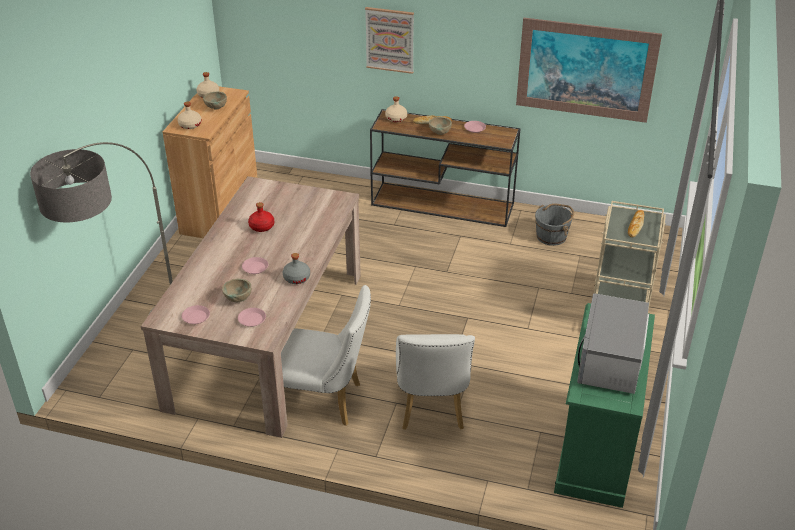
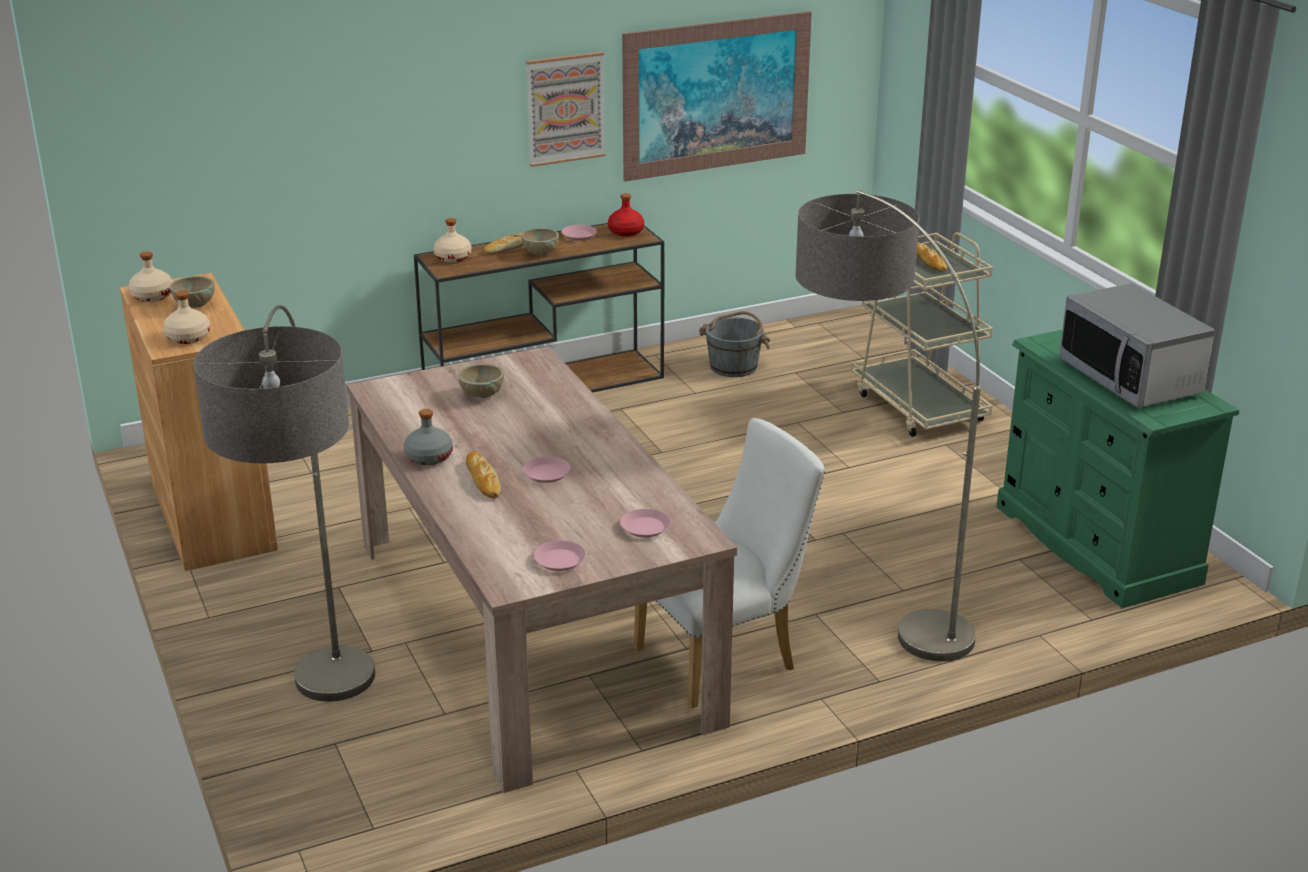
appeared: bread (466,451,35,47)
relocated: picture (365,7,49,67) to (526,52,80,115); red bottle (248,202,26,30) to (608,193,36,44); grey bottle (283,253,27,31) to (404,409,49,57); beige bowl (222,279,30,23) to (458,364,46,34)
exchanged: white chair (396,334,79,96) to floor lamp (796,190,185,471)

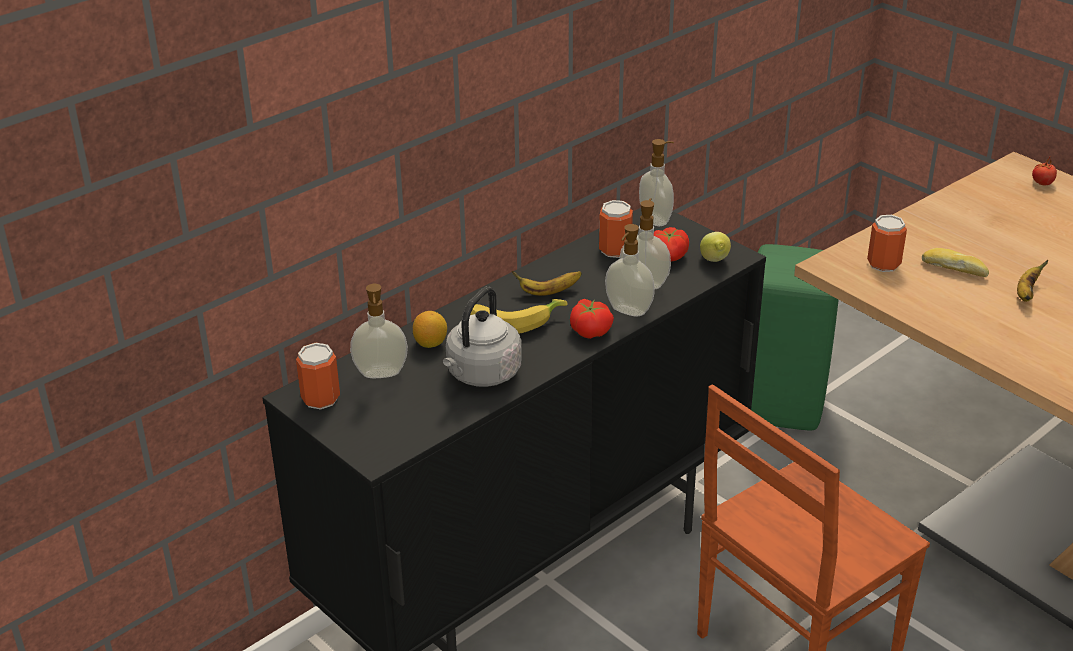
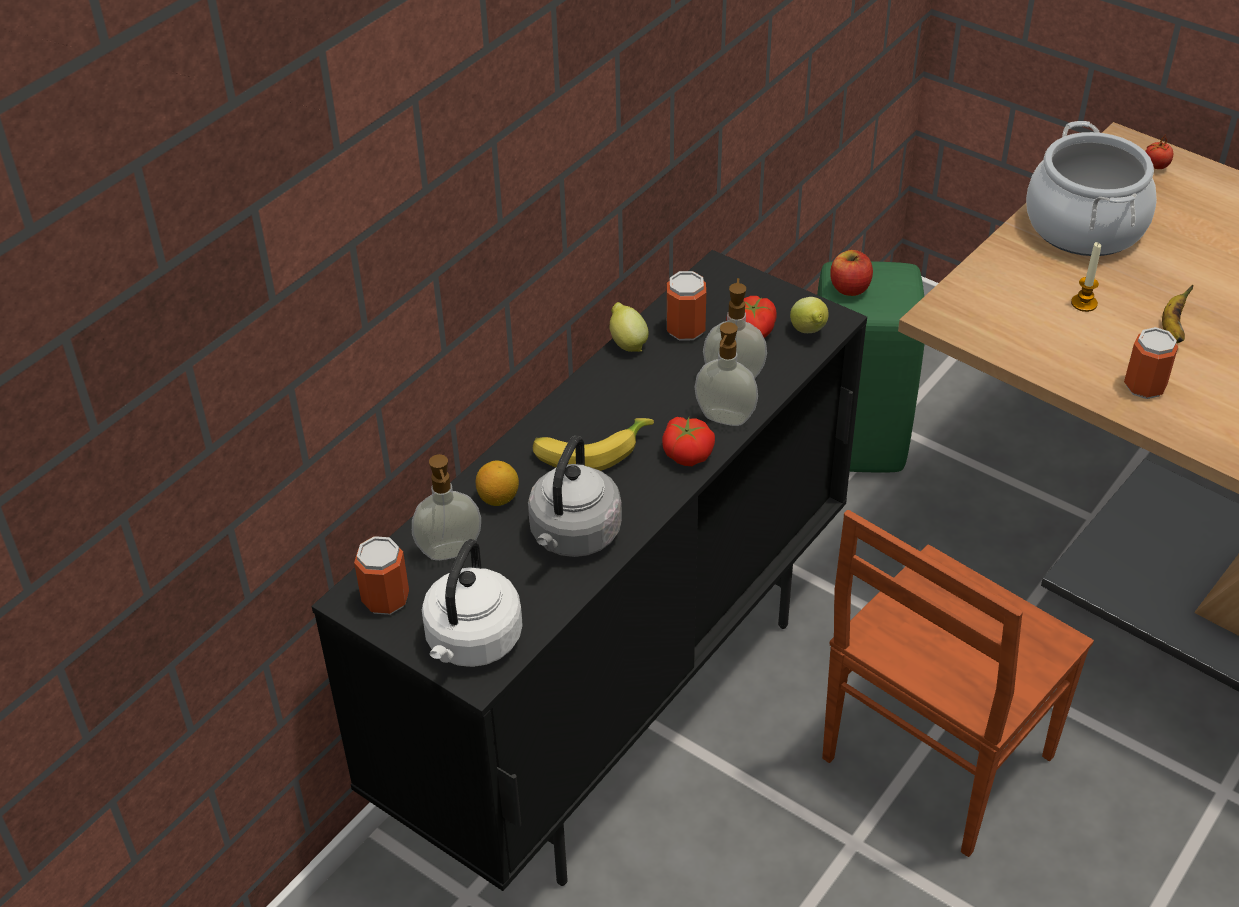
missing: soap dispenser (639,139,35,87); banana (512,271,70,25)
appeared: cooking pot (1026,121,131,135); apple (830,250,43,46); lemon (610,302,39,50); white kettle (422,539,101,128)
relocated: can (867,215,40,57) to (1124,327,54,72)
exchanged: bread (922,248,67,29) to candle (1071,242,30,70)

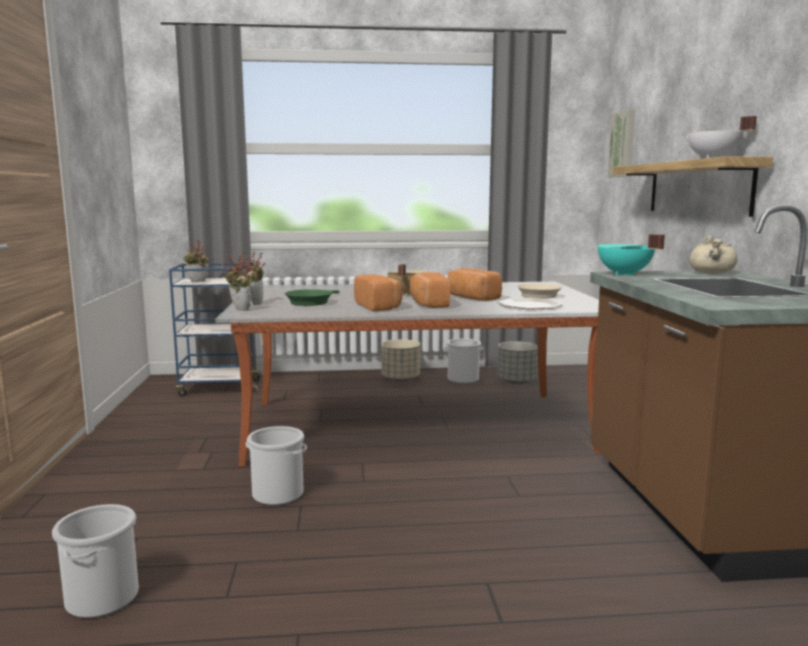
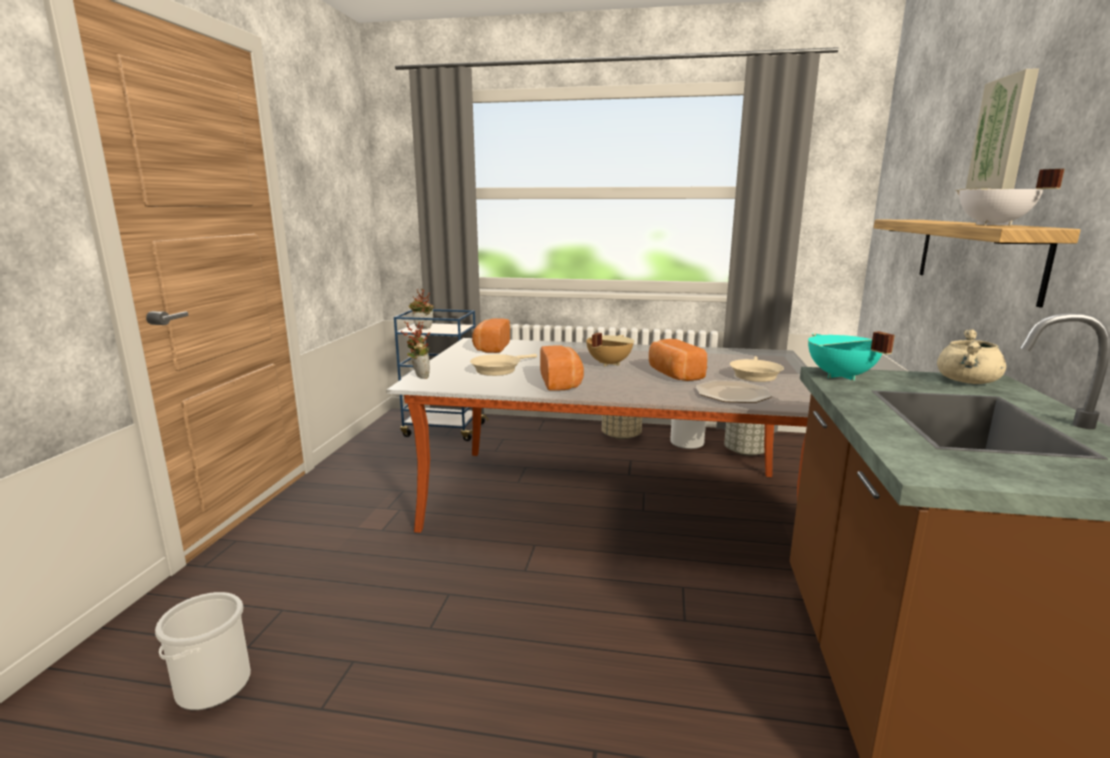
missing: potted plant (241,250,25,55); bucket (246,426,61,79)
relocated: picture (607,109,28,68) to (966,68,73,121); bread (410,272,40,36) to (472,318,38,35)
colour: green frying pan (285,289,55,17) to beige frying pan (470,354,67,22)

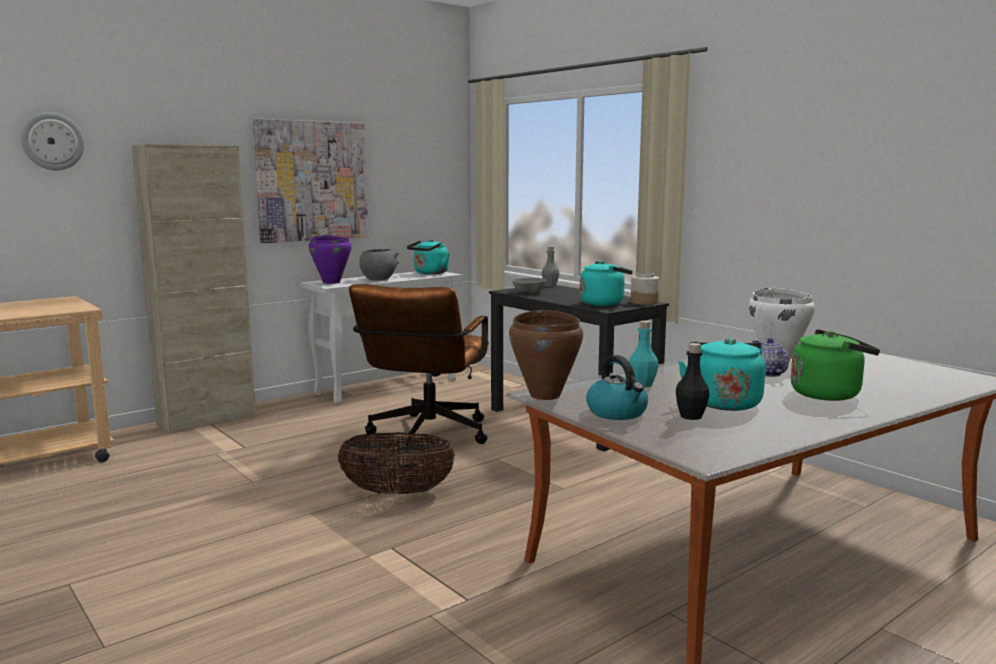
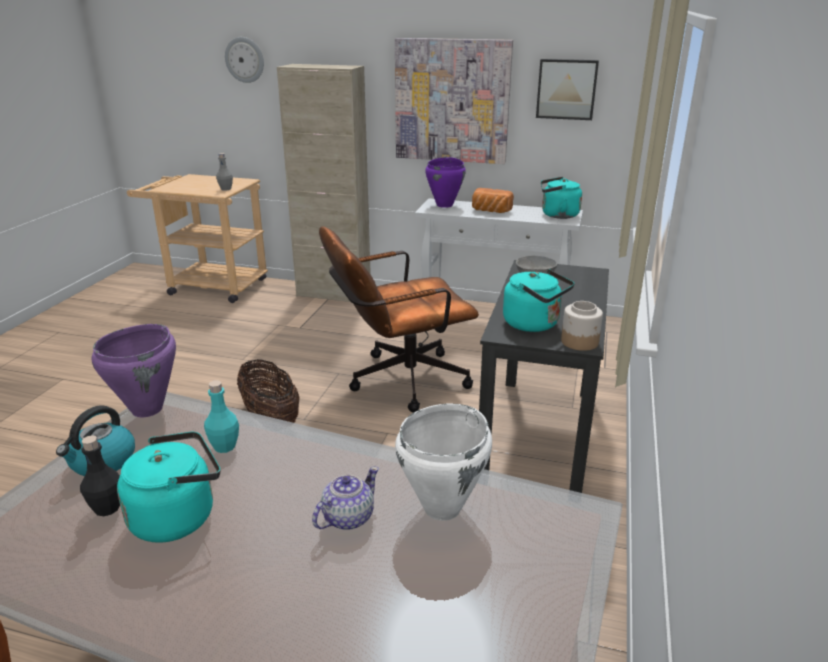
missing: green kettle (791,329,89,72)
appeared: picture (536,59,63,61)
relocated: grey bottle (542,247,17,40) to (216,153,17,38)
exchanged: grey bowl (360,249,39,31) to bread (472,188,42,25)
colour: brown cooking pot (509,310,74,90) to purple cooking pot (92,324,84,93)

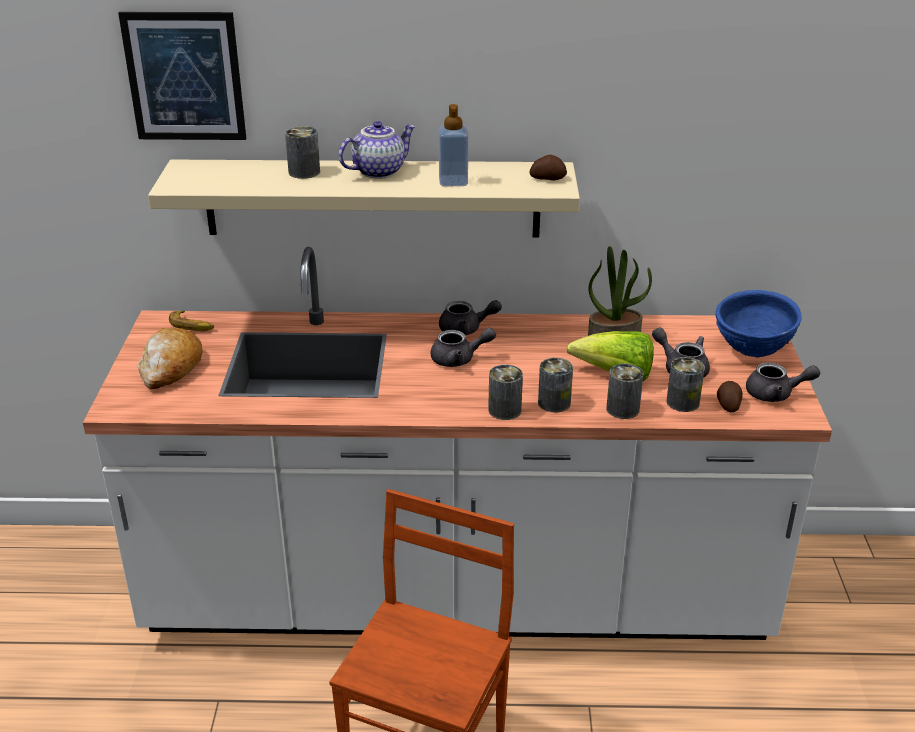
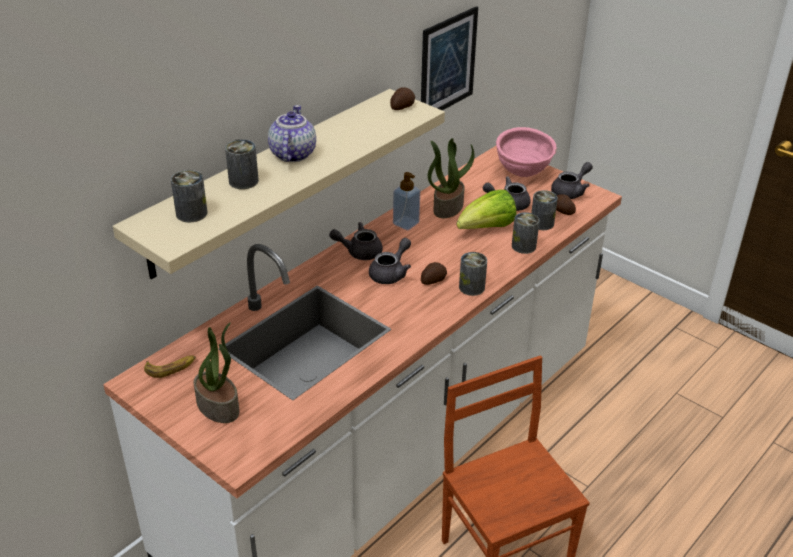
appeared: potato (421,262,26,23)
relocated: picture (118,12,128,128) to (421,6,57,104); soap dispenser (439,104,29,83) to (393,172,27,58); can (538,357,35,55) to (171,170,37,52)
exchanged: bread (137,328,66,61) to potted plant (194,322,46,101)
colour: blue bowl (715,290,87,68) to pink bowl (496,127,61,50)
spun: grey teapot (439,300,63,35) = (329,222,54,38) 135 degrees counterclockwise

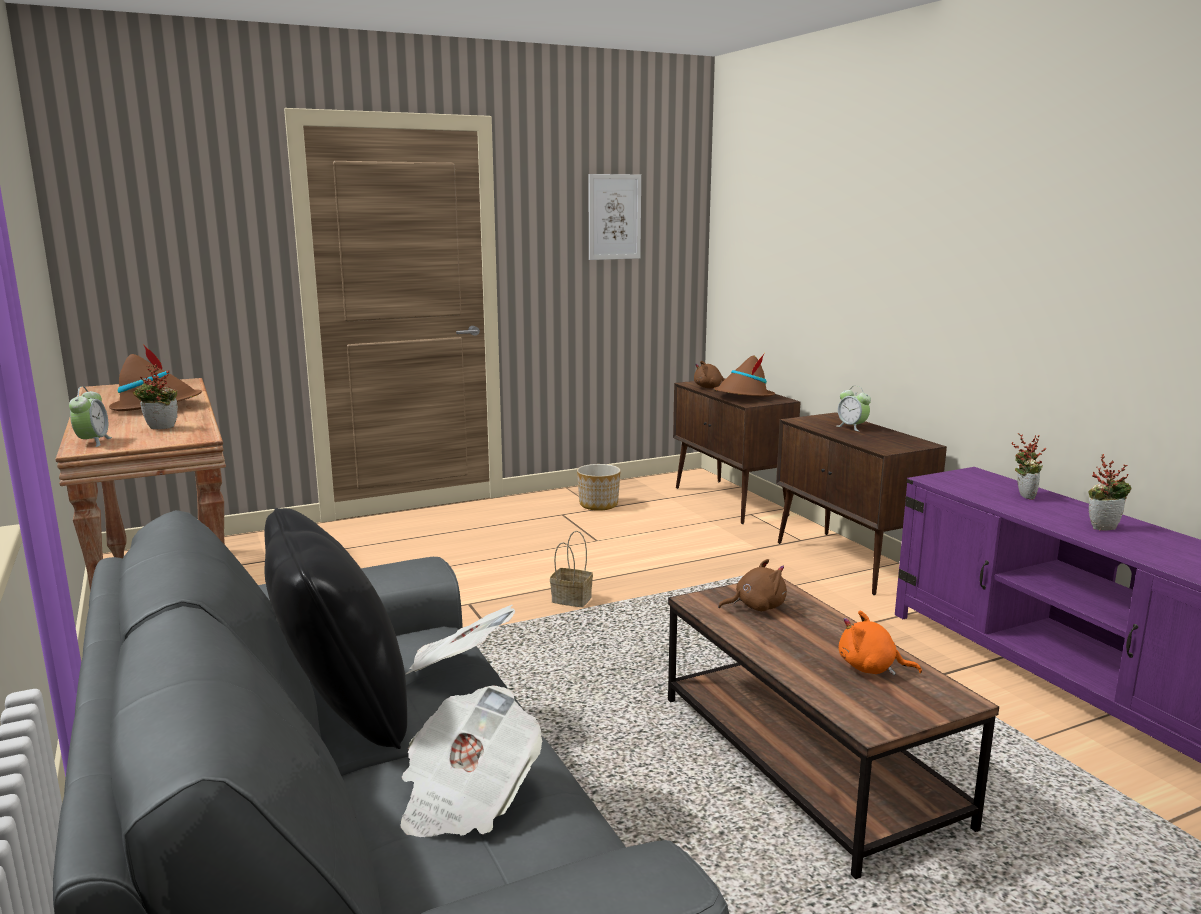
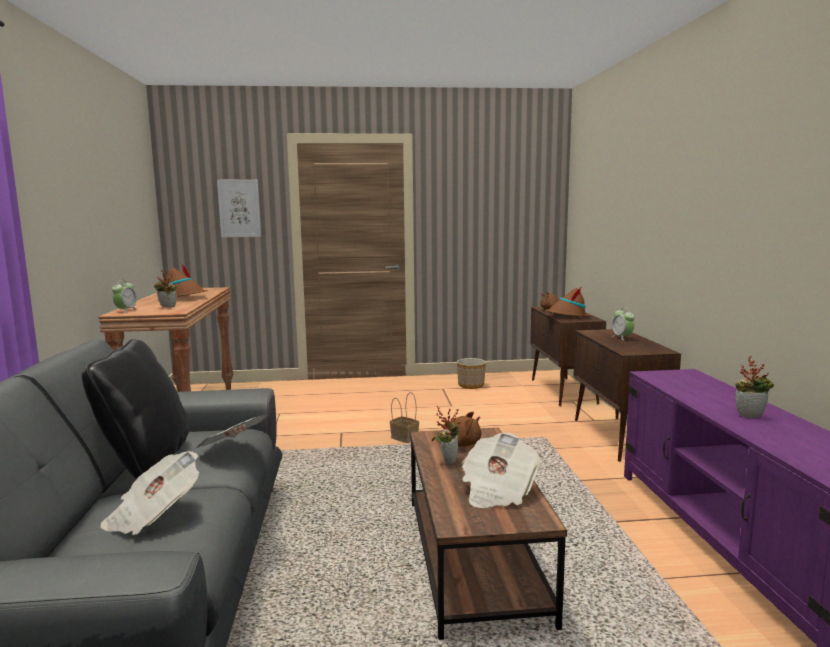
relocated: picture (589,174,52,86) to (217,179,44,58); potted plant (1011,433,35,67) to (435,406,26,59)
exchanged: orange plush toy (839,610,83,66) to newspaper (462,432,79,76)

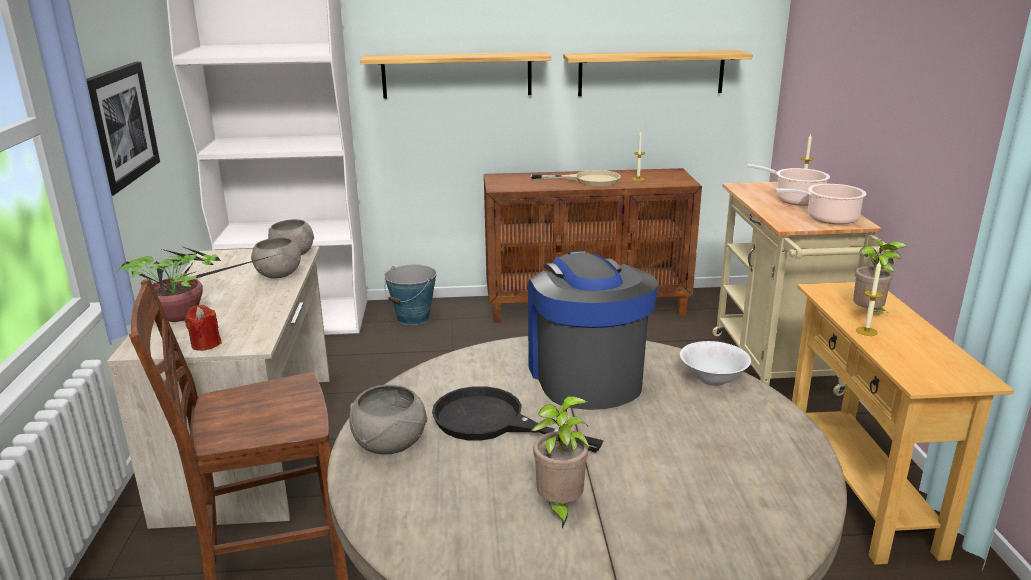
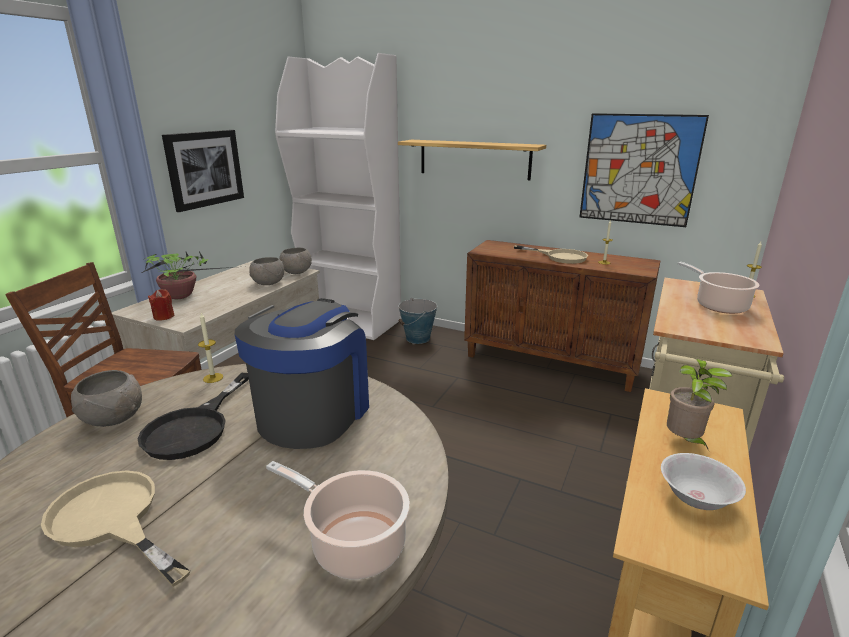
relocated: cooking pot (775,184,91,41) to (266,461,144,118); candle (856,261,27,75) to (198,313,25,70); white bowl (680,341,71,45) to (661,453,85,57)
exchanged: shelf (563,50,190,46) to picture (579,113,130,114); potted plant (532,396,58,132) to beige frying pan (41,470,149,117)
spun: black frying pan (432,386,172,67) = (138,373,111,87) 135 degrees counterclockwise

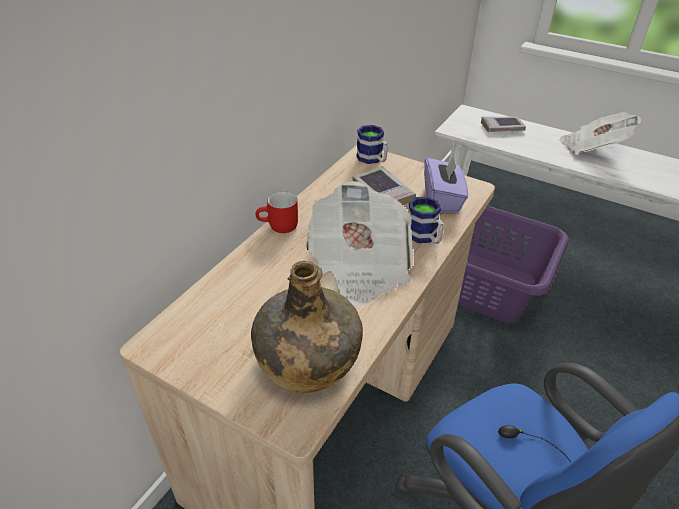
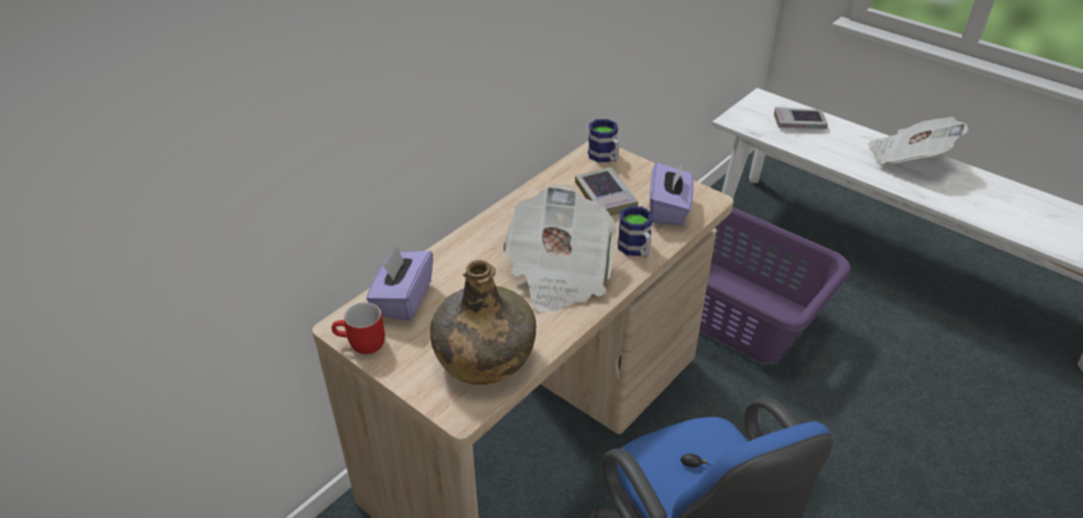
appeared: purple tissue box (366,246,67,75)
relocated: red mug (256,191,42,42) to (332,302,53,52)

